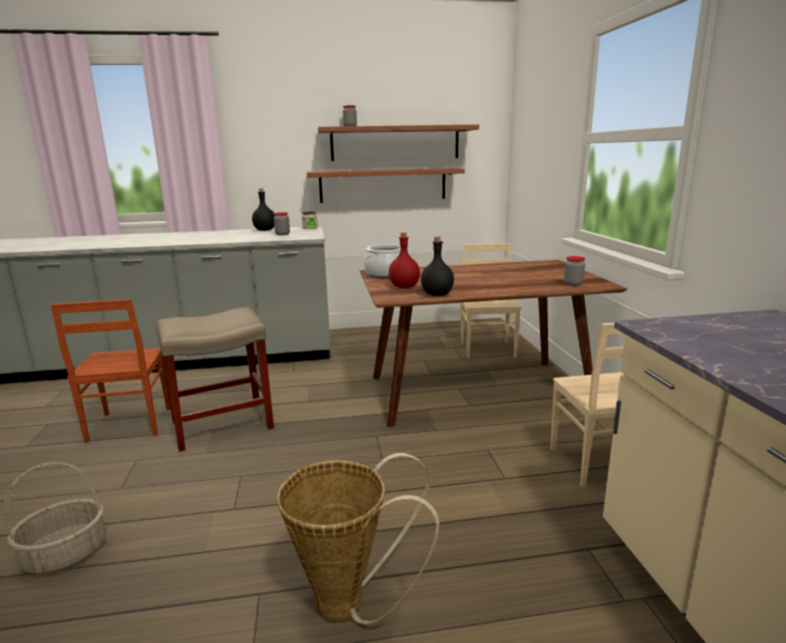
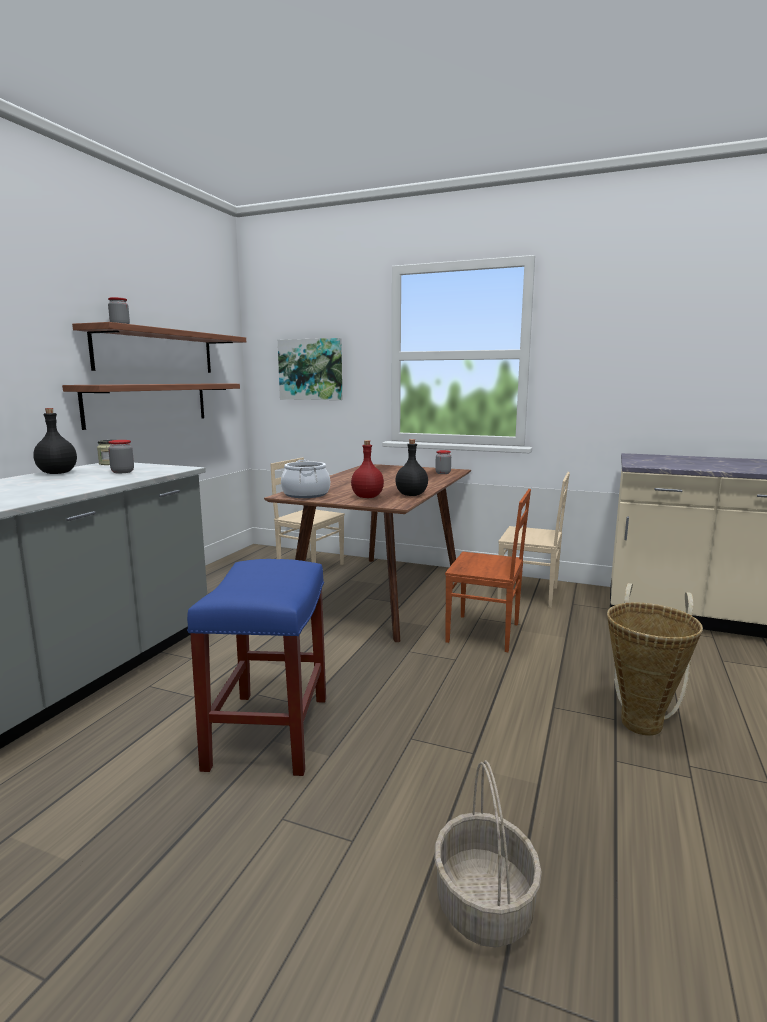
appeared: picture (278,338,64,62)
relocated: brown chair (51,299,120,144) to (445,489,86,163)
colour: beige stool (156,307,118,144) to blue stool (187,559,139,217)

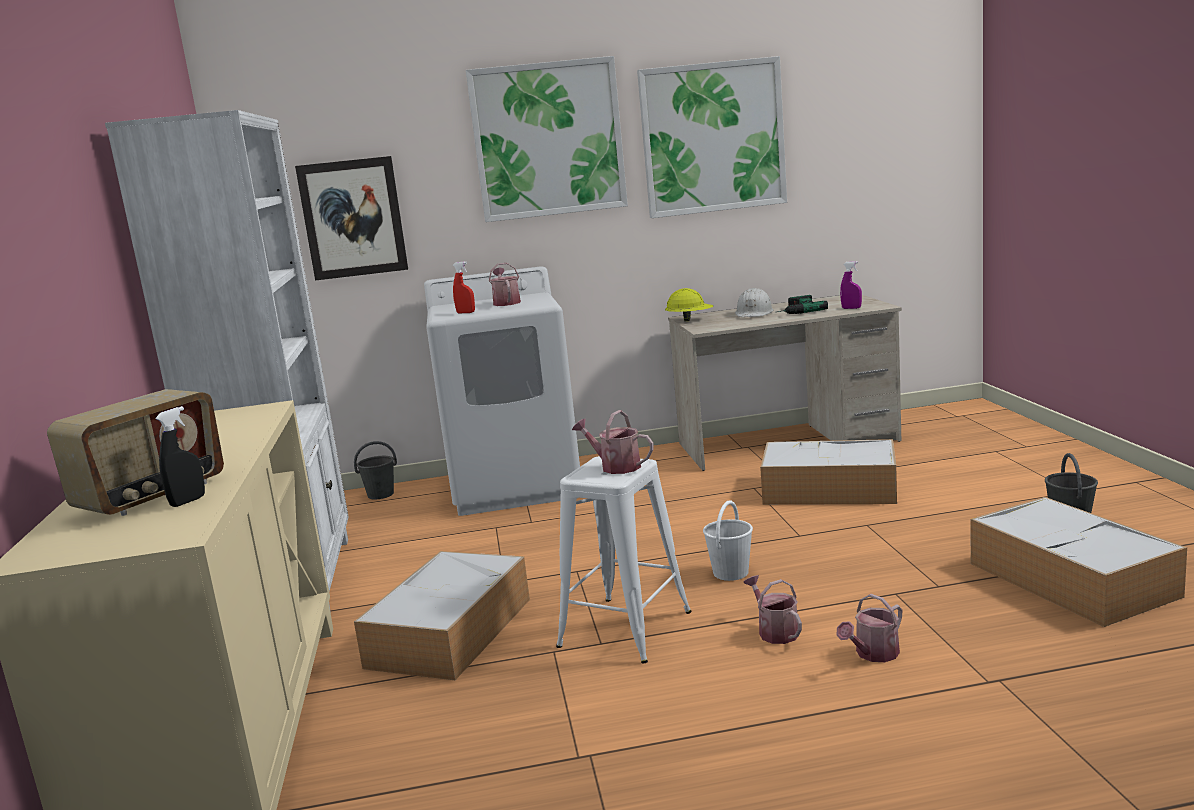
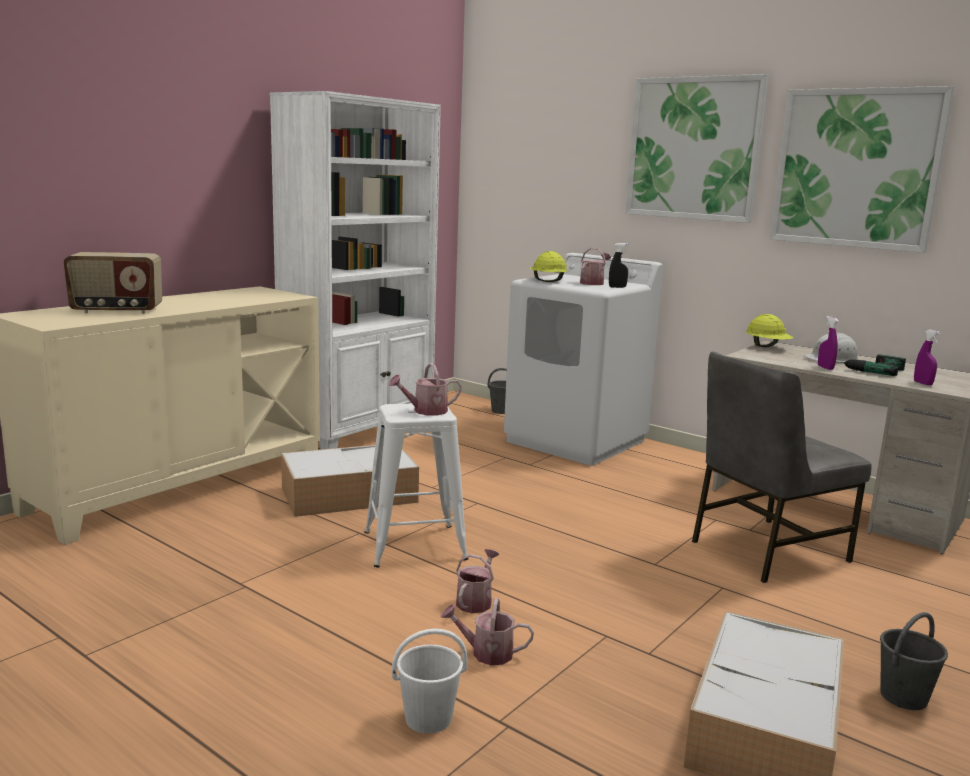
missing: picture (295,156,113,125)
appeared: purple spray bottle (818,316,20,54)
relocated: black spray bottle (155,406,50,101) to (609,243,19,45); white bucket (703,501,50,80) to (392,629,76,104)
exchanged: red spray bottle (453,262,22,51) to yellow hard hat (530,251,38,31); storage box (760,439,137,66) to grey chair (692,351,180,232)
spun: watering can (572,410,82,64) = (389,363,73,53) 105 degrees counterclockwise

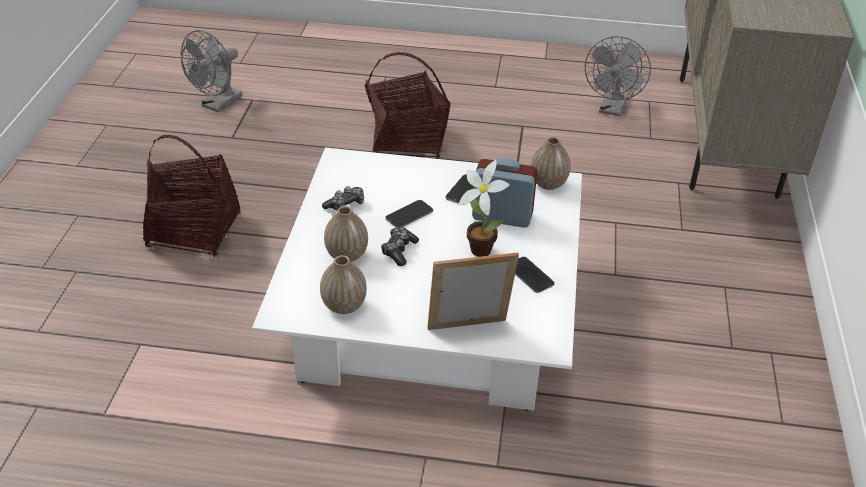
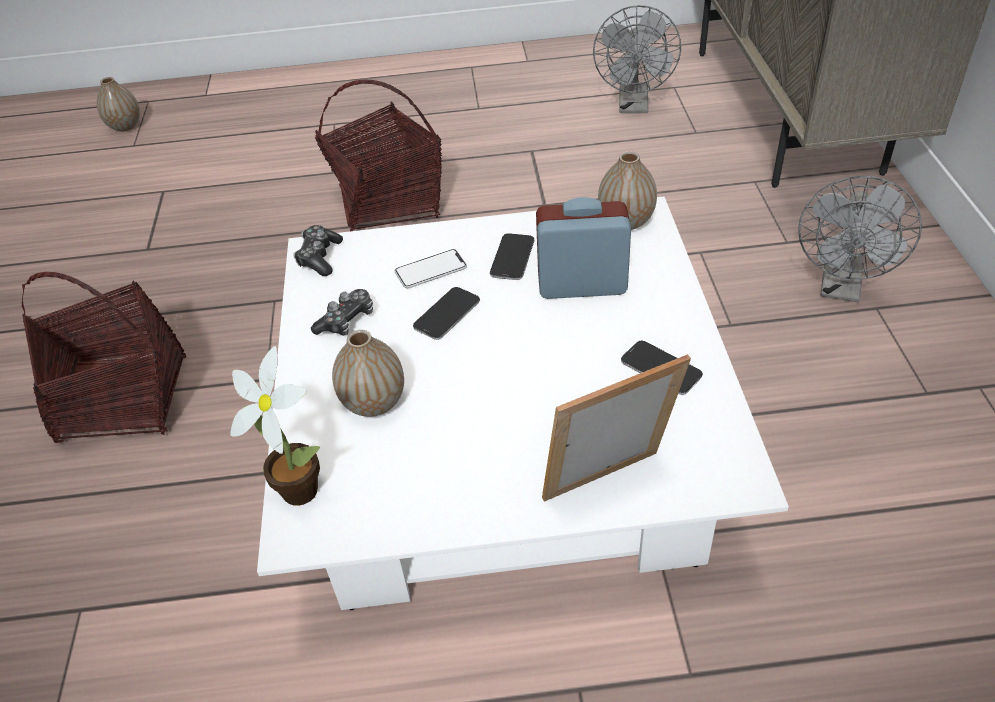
appeared: phone (395,249,72,39)
relocated: grey fan (181,30,61,82) to (798,176,124,126); potted plant (459,160,51,97) to (230,346,90,160); game controller (381,227,38,39) to (293,225,50,51); vase (320,255,47,59) to (96,77,44,55)

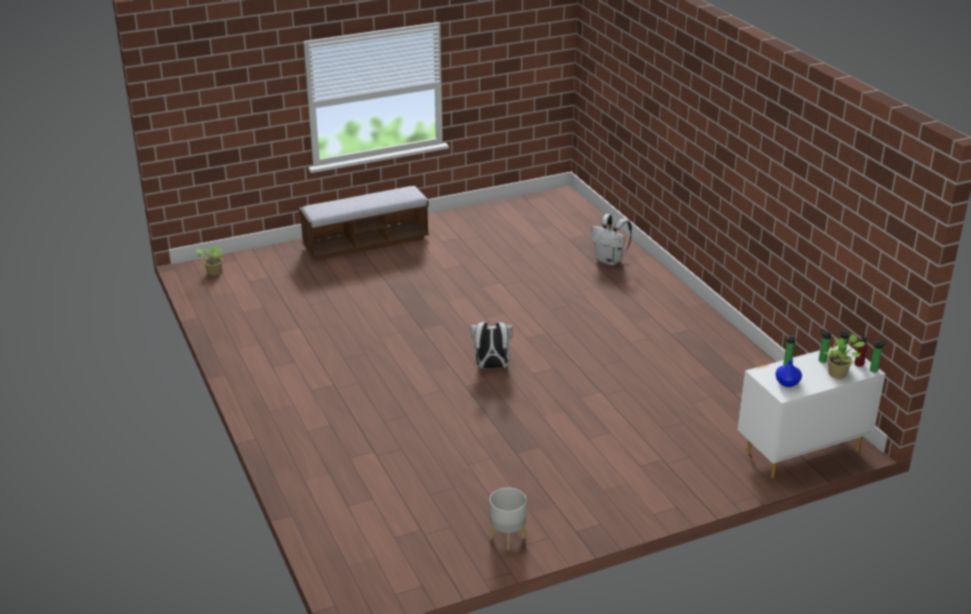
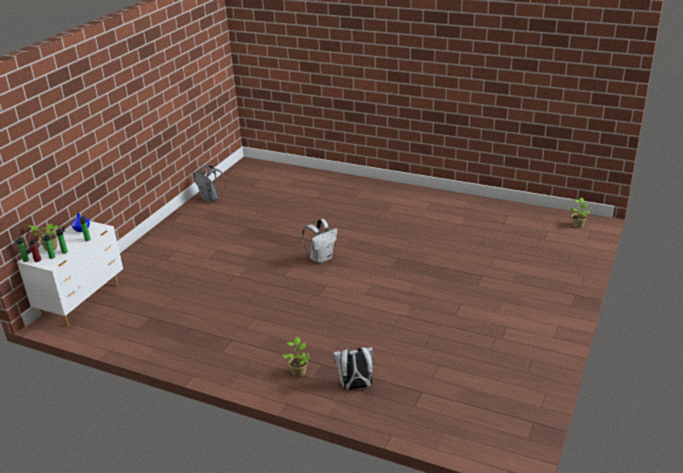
missing: bench (299,186,130,75)
appeared: potted plant (282,337,28,40)
exchanged: grey planter (489,488,37,62) to grey backpack (195,164,31,39)

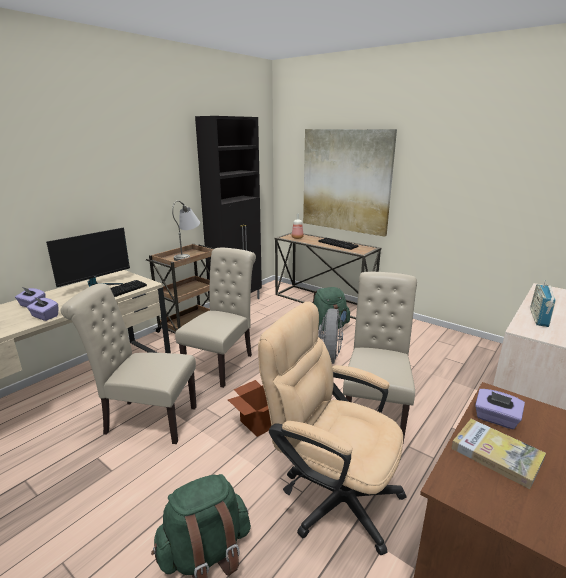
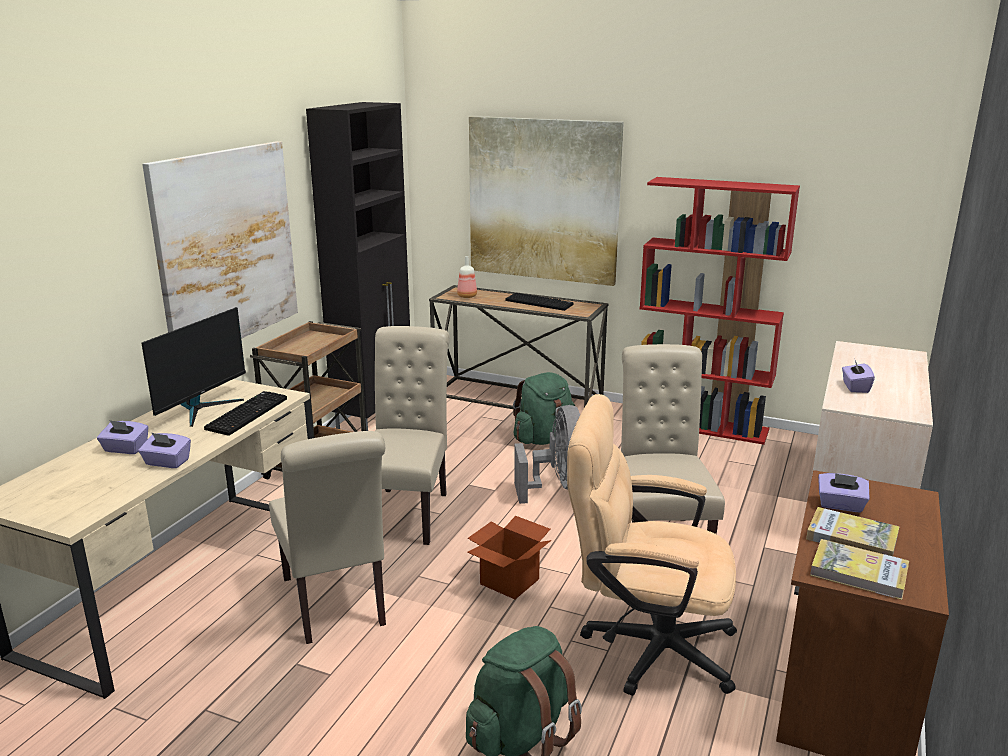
missing: grey table lamp (172,200,28,61)
appeared: picture (142,141,156,198); red bookcase (640,177,160,268); book (810,539,99,61)
exchanged: radio (530,280,26,47) to purple tissue box (842,358,33,35)
spun: beige chair (61,283,136,161) = (269,431,117,213) 105 degrees counterclockwise

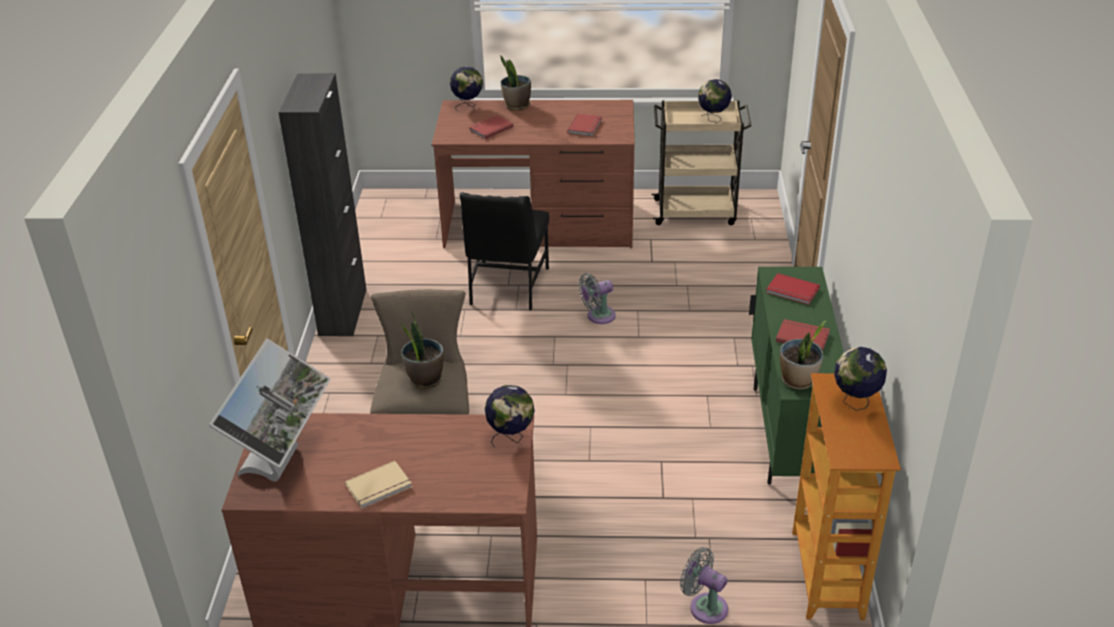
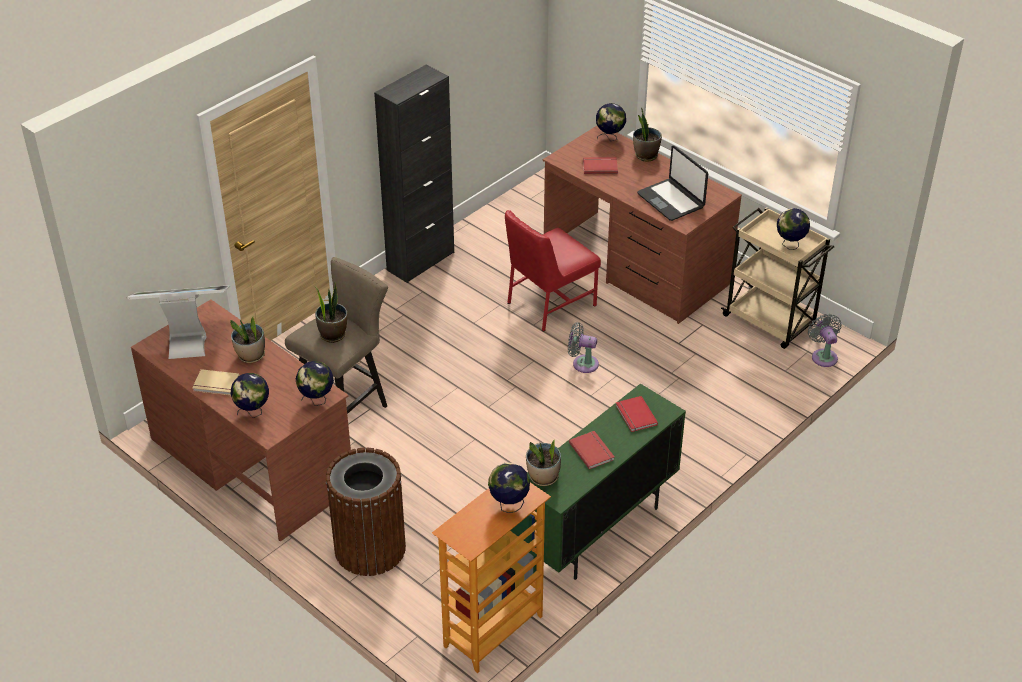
appeared: potted plant (230,317,35,46); globe (231,373,38,45); brown trash can (326,448,80,128)
relocated: grey fan (680,547,48,77) to (808,314,34,53)
exchanged: red book (567,113,35,23) to laptop (637,145,71,76)
colour: black chair (460,192,89,118) to red chair (505,210,96,122)
spun: monitor (209,339,122,143) = (127,285,103,74) 150 degrees counterclockwise

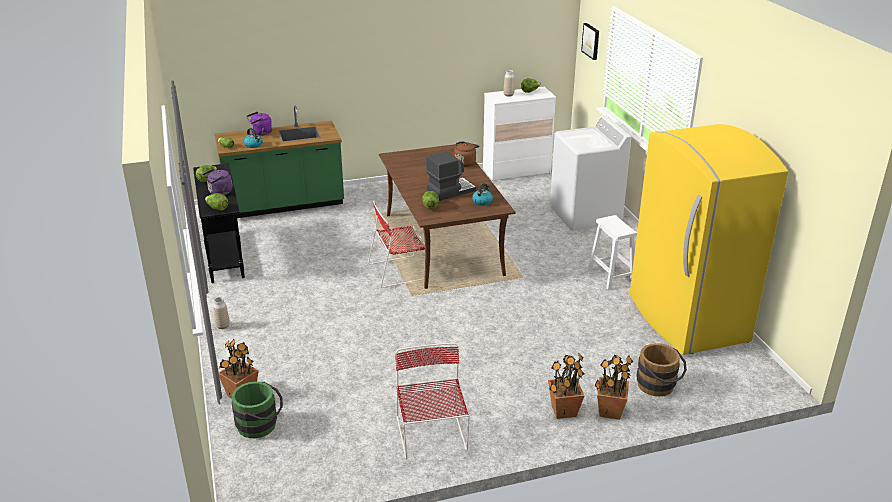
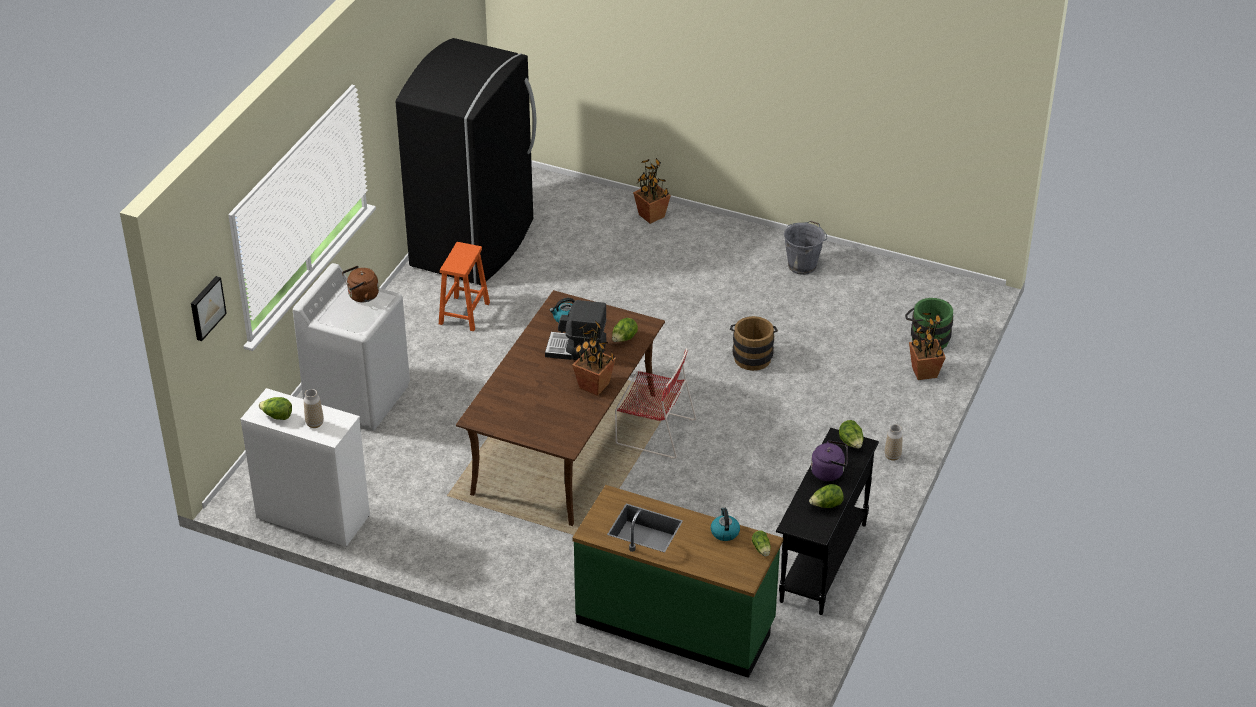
missing: purple kettle (246,112,26,24)
relocated: brown kettle (451,141,28,26) to (342,266,37,36); brown bucket (637,343,50,54) to (730,316,48,55); potted plant (548,352,36,67) to (572,321,44,75)
exchanged: red chair (395,343,75,116) to grey bucket (784,221,43,54)
colour: yellow fridge (630,124,158,231) to black fridge (395,38,141,247); white stool (588,215,49,75) to orange stool (439,242,51,89)

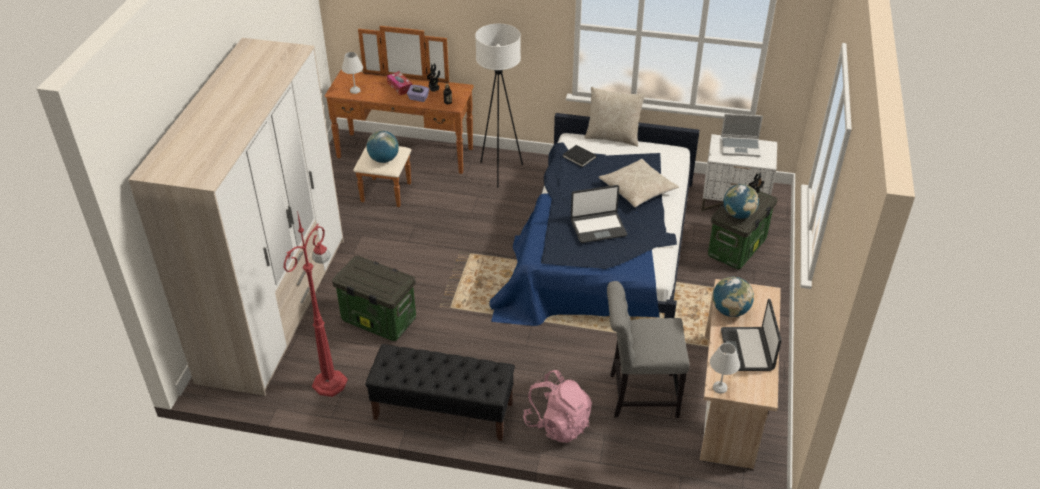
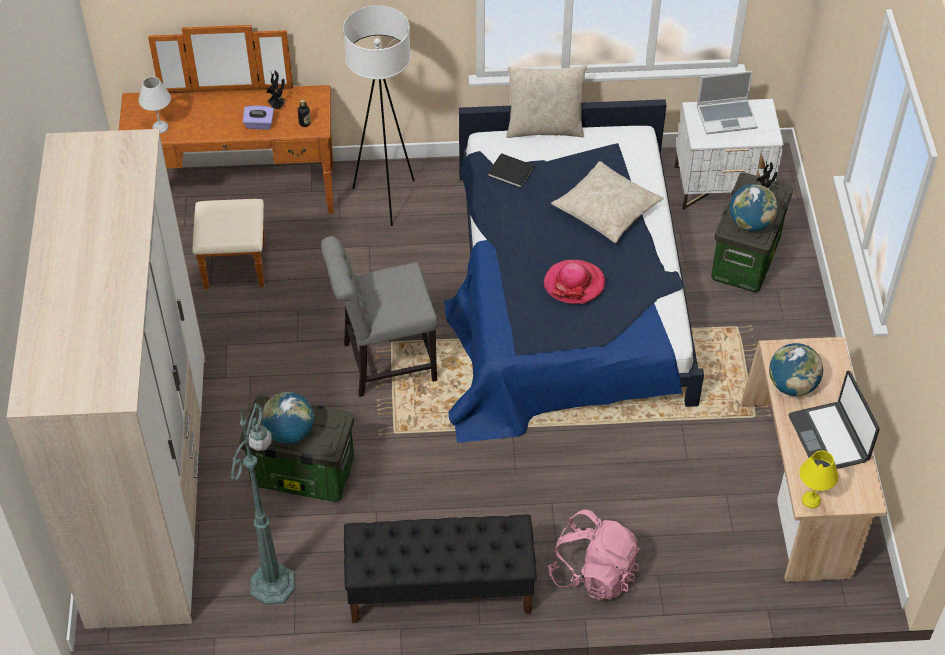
missing: tissue box (387,71,25,24)
relocated: globe (367,131,32,32) to (262,392,52,52); grey chair (607,281,82,137) to (321,236,117,161)
exchanged: laptop (571,185,56,58) to hat (544,260,61,44)
colour: red floor lamp (283,211,65,186) to green floor lamp (231,401,64,204); white table lamp (710,343,30,51) to yellow table lamp (799,451,39,57)

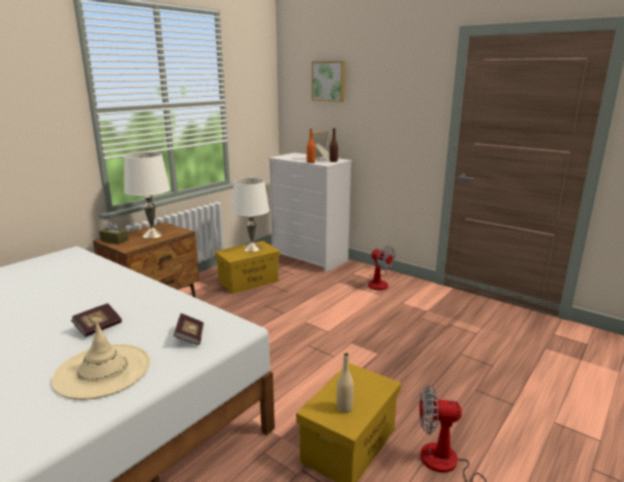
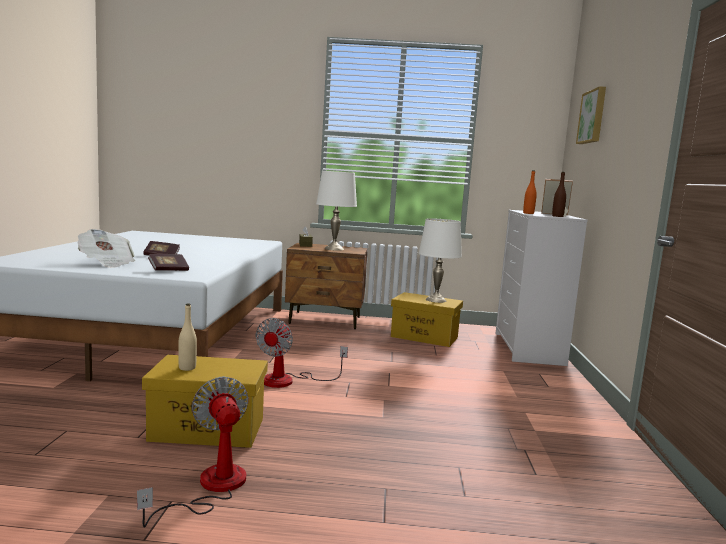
relocated: fan (367,246,29,44) to (256,318,92,70)
exchanged: beige hat (51,323,99,77) to newspaper (78,229,57,39)

